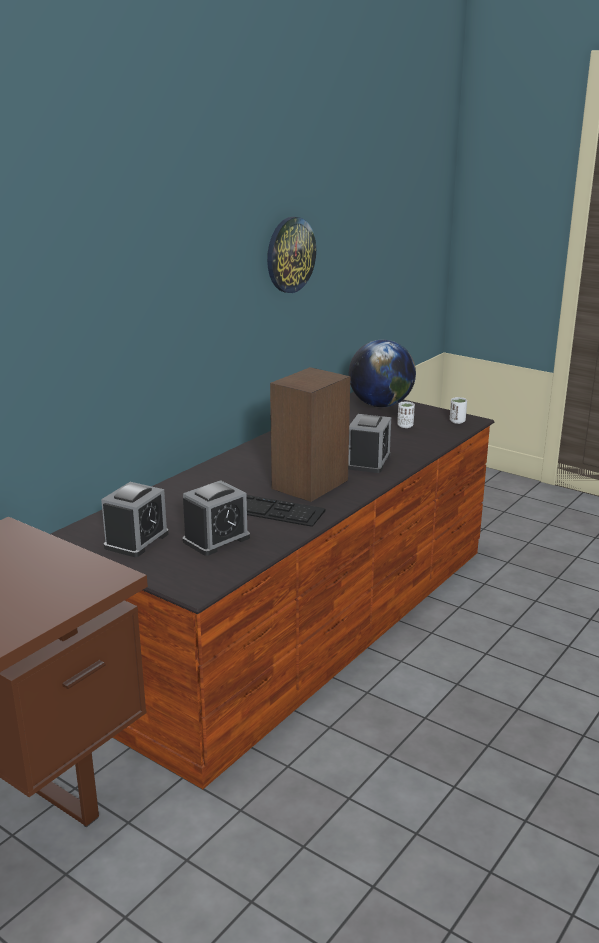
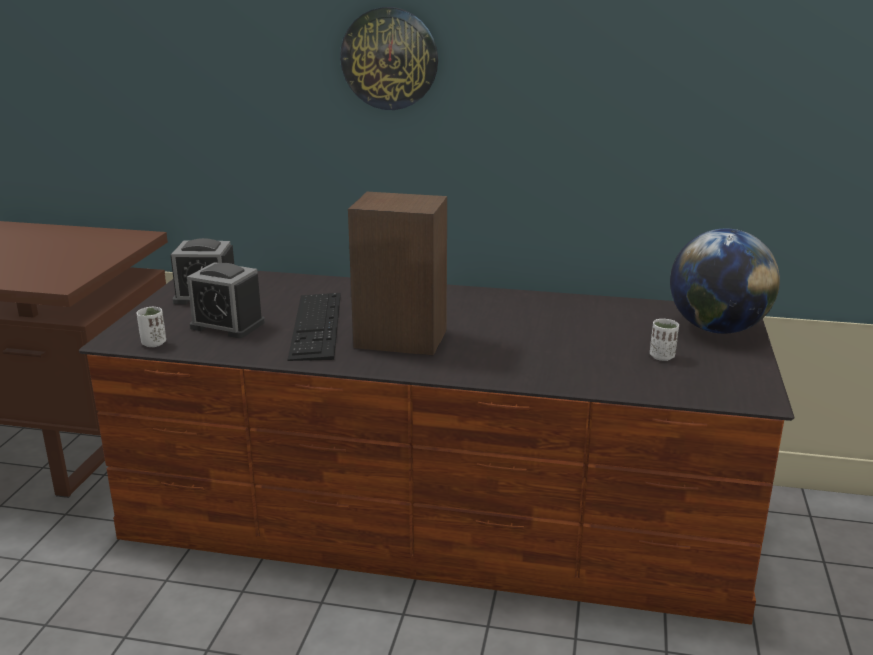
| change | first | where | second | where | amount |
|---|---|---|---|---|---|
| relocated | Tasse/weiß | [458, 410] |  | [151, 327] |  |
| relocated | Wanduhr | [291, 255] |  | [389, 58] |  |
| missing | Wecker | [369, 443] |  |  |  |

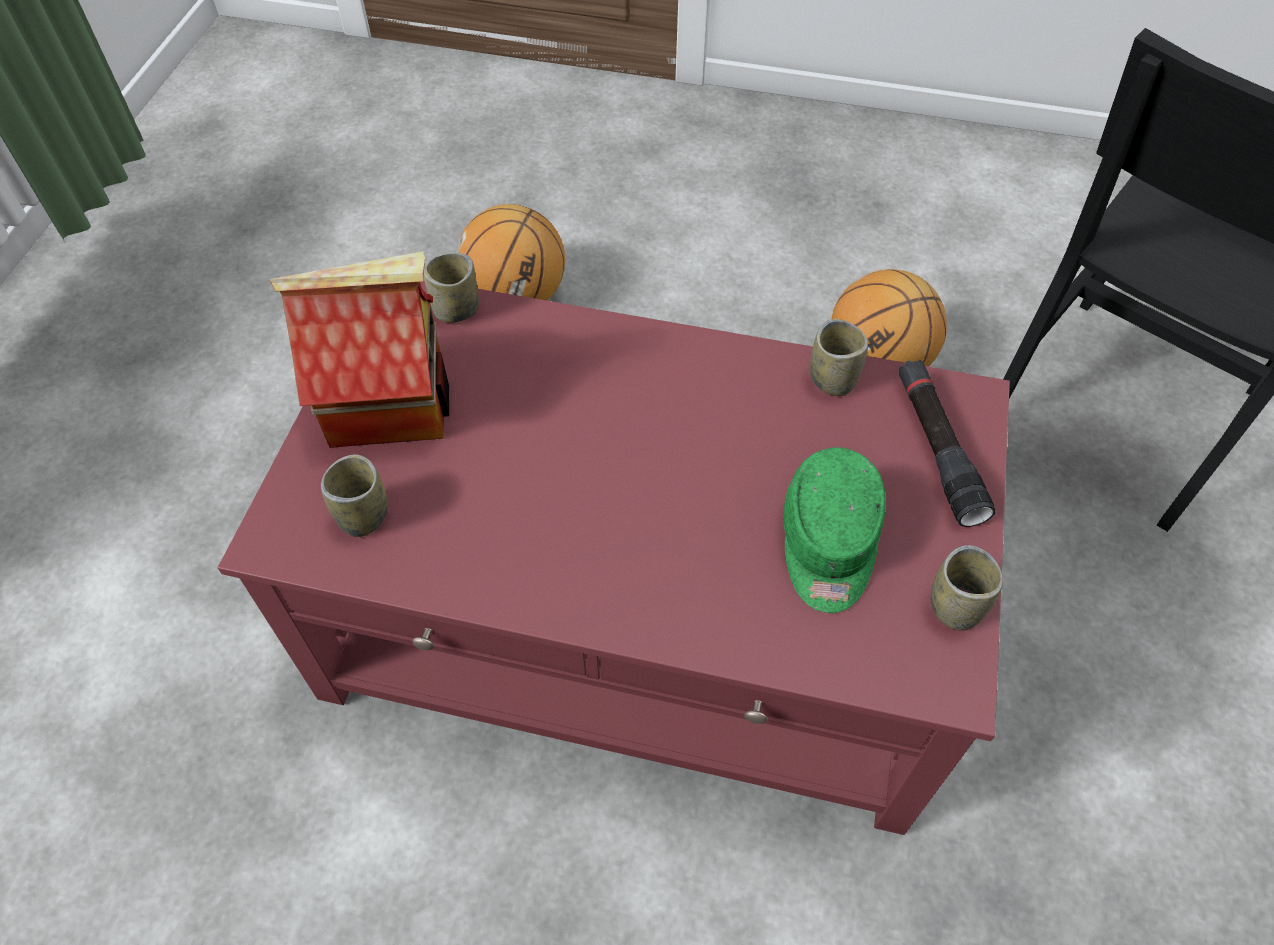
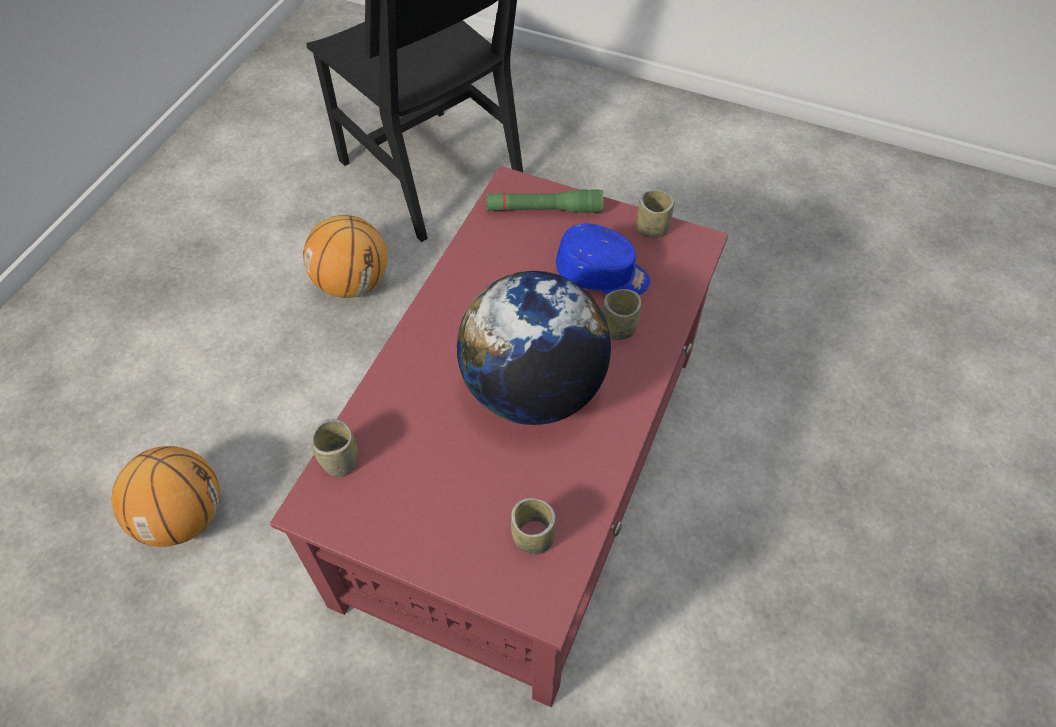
| change | first | where | second | where | amount |
|---|---|---|---|---|---|
| appeared |  |  | Globus | [534, 348] |  |
| colour | Taschenlampe/schwarz | [947, 443] | Taschenlampe/grün | [544, 201] |  |
| colour | Kappe/grün | [834, 530] | Kappe/blau | [603, 259] |  |
| relocated | Tasse | [839, 357] |  | [622, 314] |  |
| missing | Spielzeughaus | [359, 349] |  |  |  |

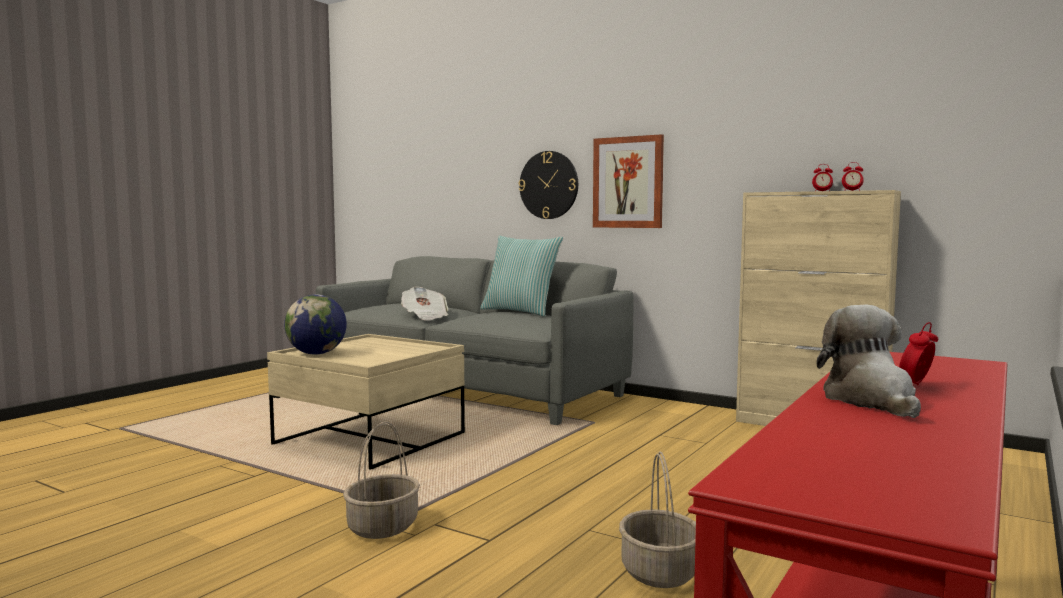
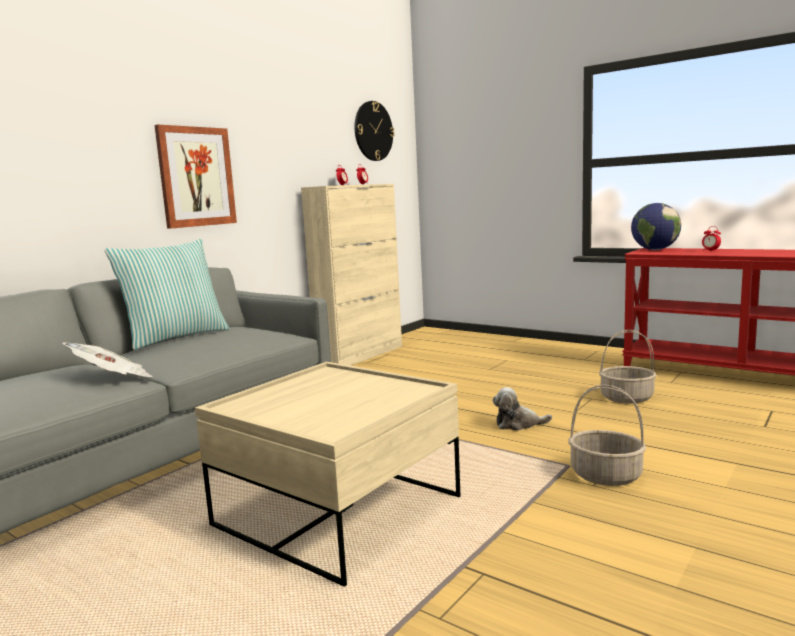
| change | first | where | second | where | amount |
|---|---|---|---|---|---|
| relocated | Wanduhr | [548, 185] |  | [374, 131] |  |
| relocated | Plüschtier | [869, 361] |  | [522, 409] |  |
| relocated | Globus | [315, 324] |  | [656, 226] |  |

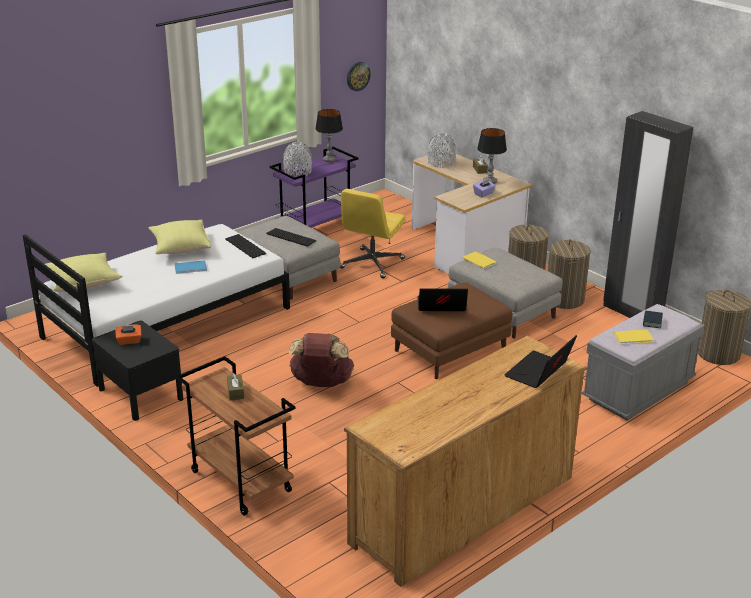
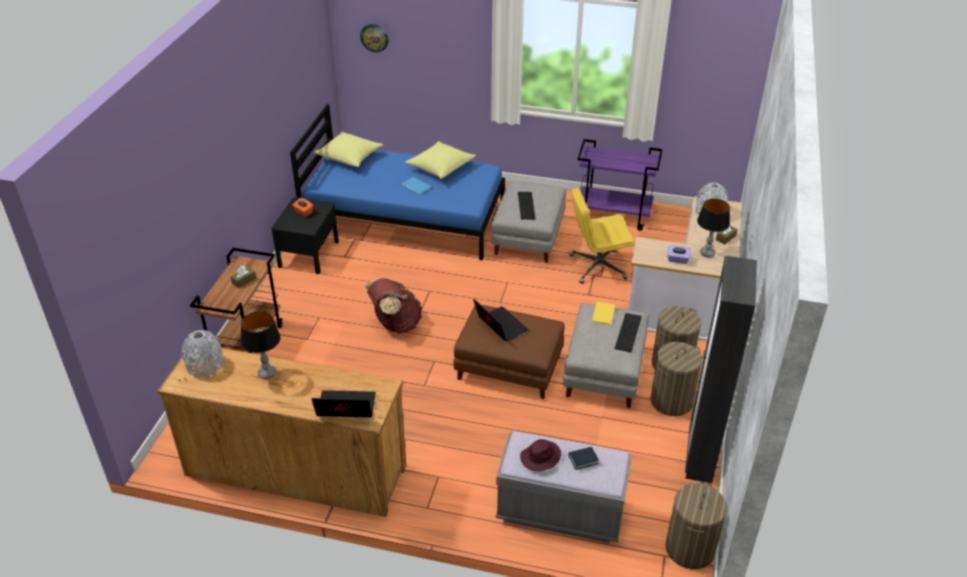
| change | first | where | second | where | amount |
|---|---|---|---|---|---|
| relocated | Vase/grau | [297, 159] |  | [202, 354] |  |
| relocated | Tischlampe | [329, 135] |  | [260, 345] |  |
| colour | Bett/weiß | [156, 305] | Bett/blau | [397, 182] |  |
| relocated | Wanduhr | [359, 76] |  | [374, 38] |  |
| exchanged | Buch/gelb | [633, 336] | Hut/lila | [540, 455] |  |
| relocated | Tastatur | [245, 246] |  | [628, 332] |  |

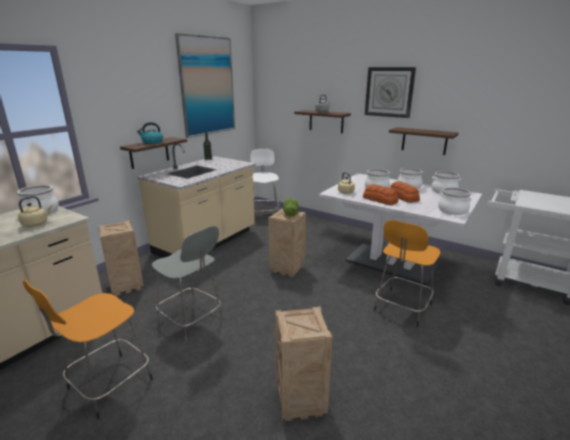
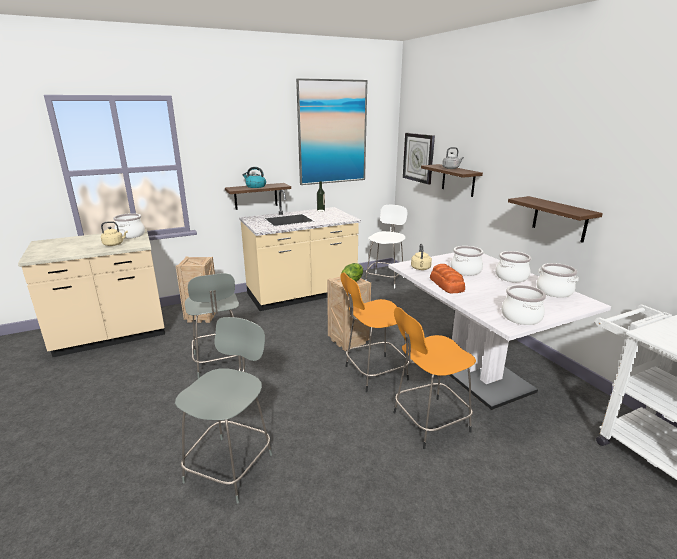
| change | first | where | second | where | amount |
|---|---|---|---|---|---|
| exchanged | Kiste | [303, 363] | Stuhl/grau | [223, 410] |  |
| relocated | Hocker/orange | [88, 349] |  | [375, 332] |  |
| relocated | Wanduhr | [390, 92] |  | [419, 159] |  |
| missing | Brot | [405, 192] |  |  |  |

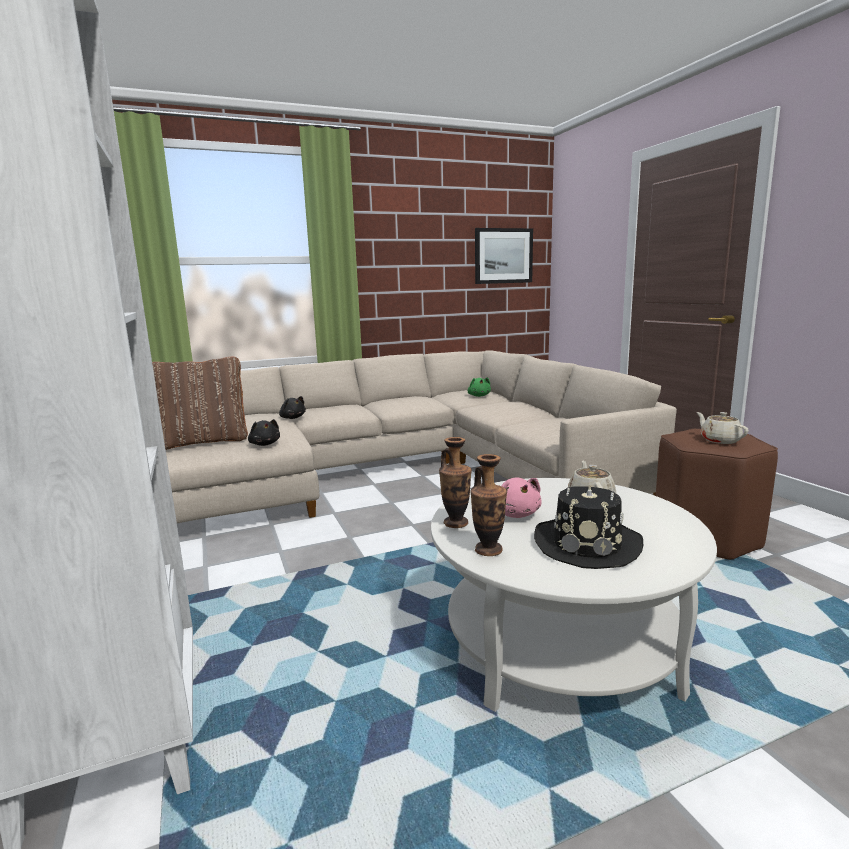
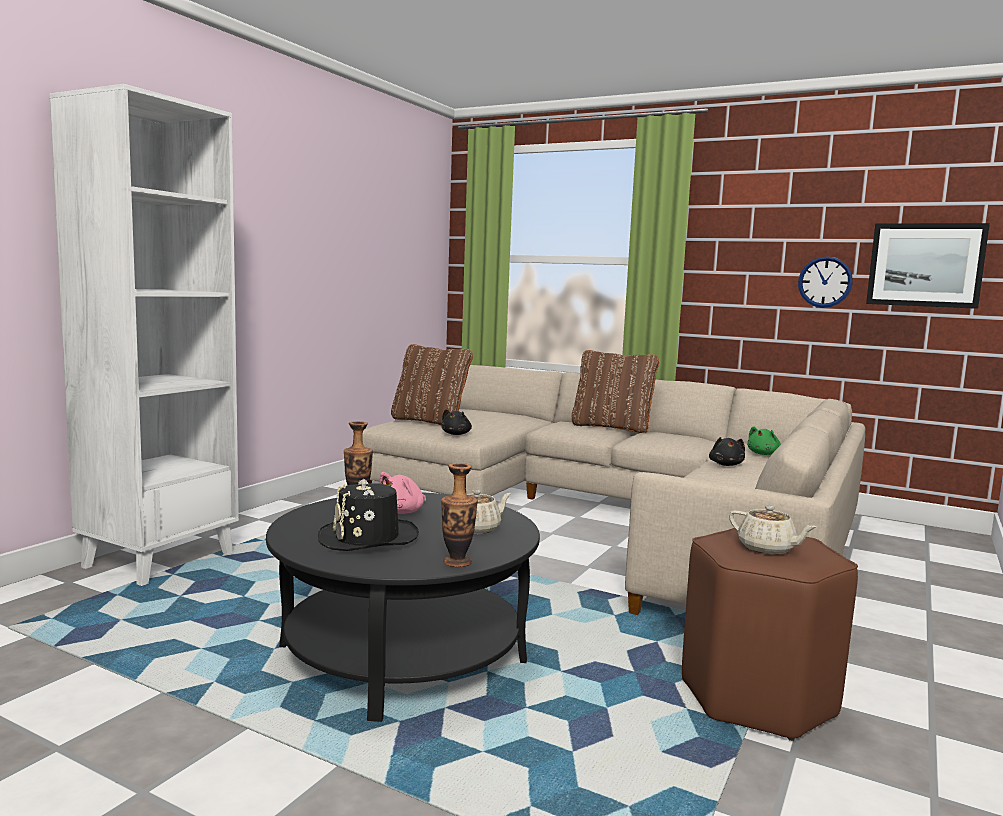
| change | first | where | second | where | amount |
|---|---|---|---|---|---|
| colour | Couchtisch/weiß | [574, 595] | Couchtisch/schwarz | [403, 607] |  |
| relocated | Vase | [488, 505] |  | [459, 515] |  |
| appeared |  |  | Kissen/braun | [615, 391] |  |
| relocated | Plüschtier/schwarz | [292, 407] |  | [727, 451] |  |
| spun | Teekanne/beige | [723, 428] |  | [773, 530] | 105 degrees clockwise |
| appeared |  |  | Wanduhr | [825, 282] |  |

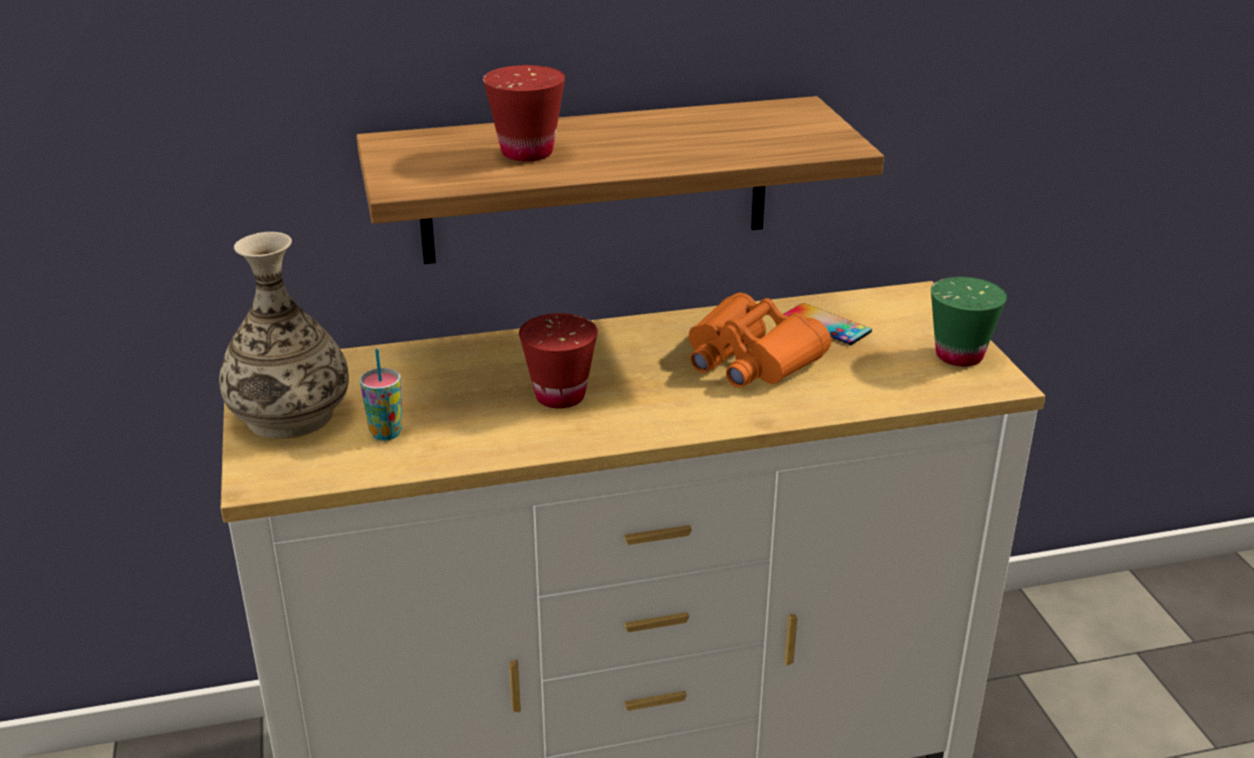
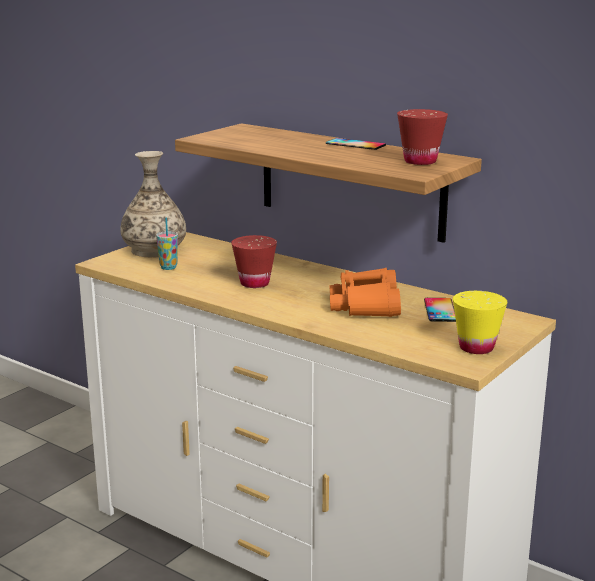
| change | first | where | second | where | amount |
|---|---|---|---|---|---|
| appeared |  |  | Handy | [356, 144] |  |
| relocated | Tasse/rot | [524, 113] |  | [422, 137] |  |
| colour | Tasse/grün | [969, 321] | Tasse/gelb | [480, 322] |  |

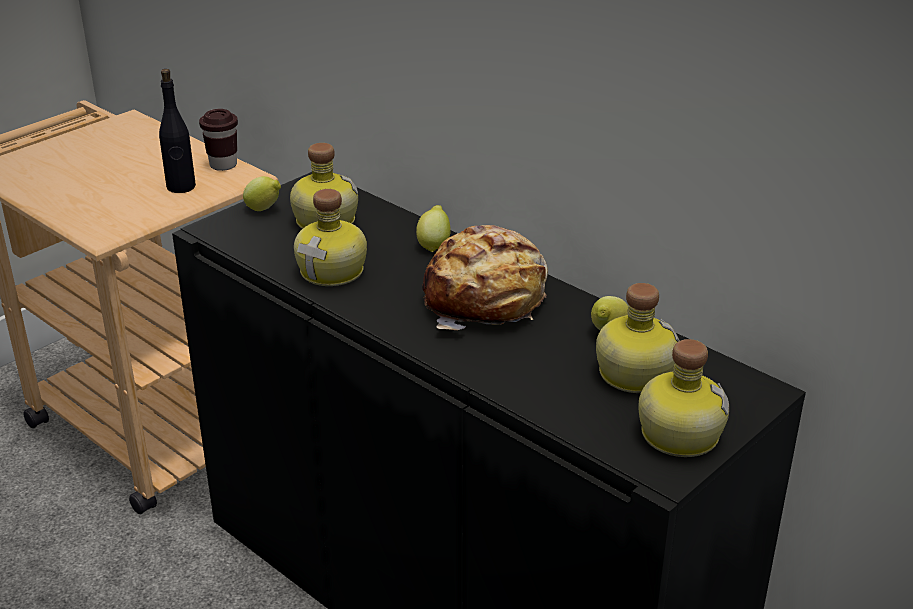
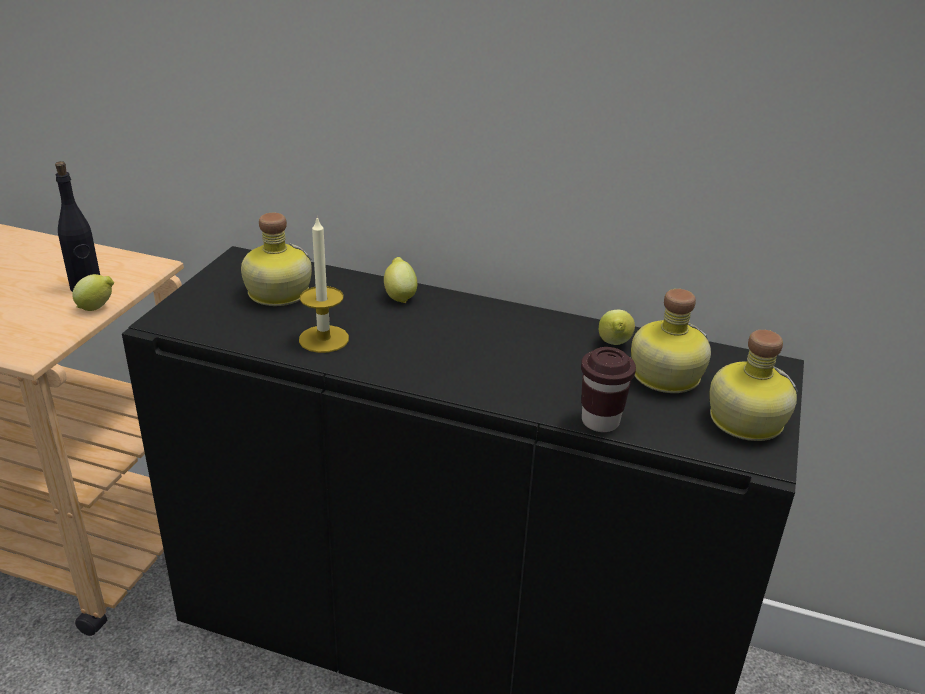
| change | first | where | second | where | amount |
|---|---|---|---|---|---|
| relocated | Zitrone | [262, 193] |  | [93, 292] |  |
| exchanged | Flasche | [330, 237] | Kerze | [324, 284] |  |
| relocated | Tasse/braun | [218, 140] |  | [608, 389] |  |
| missing | Brot | [485, 277] |  |  |  |

